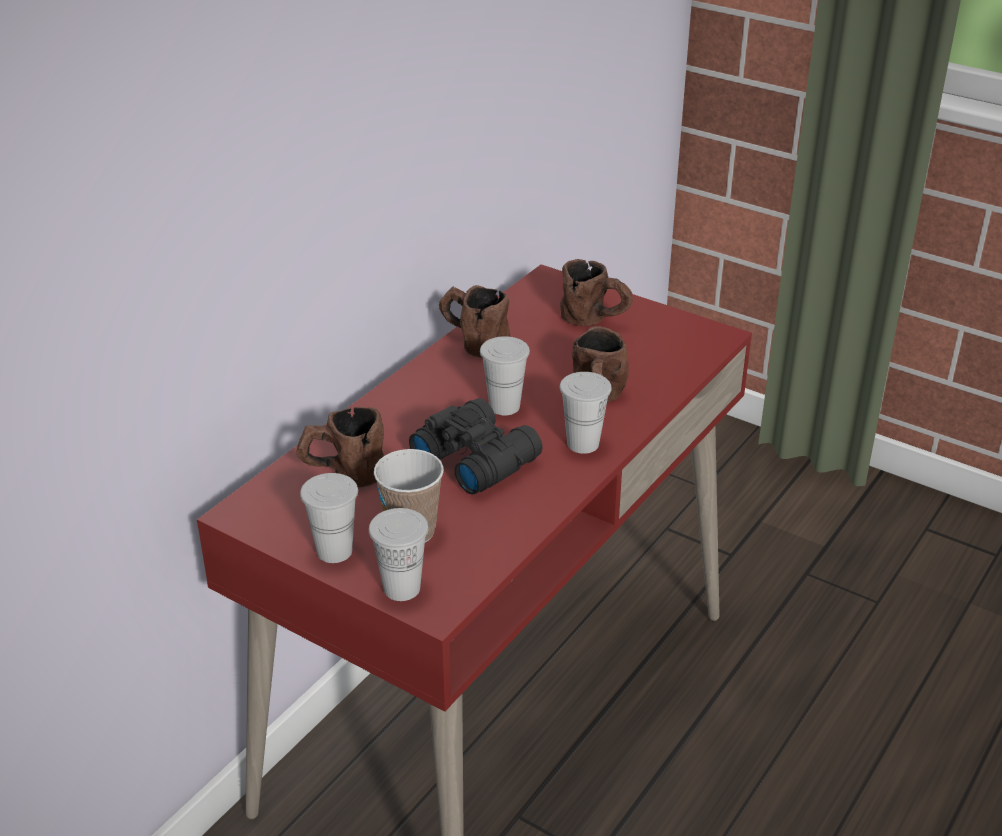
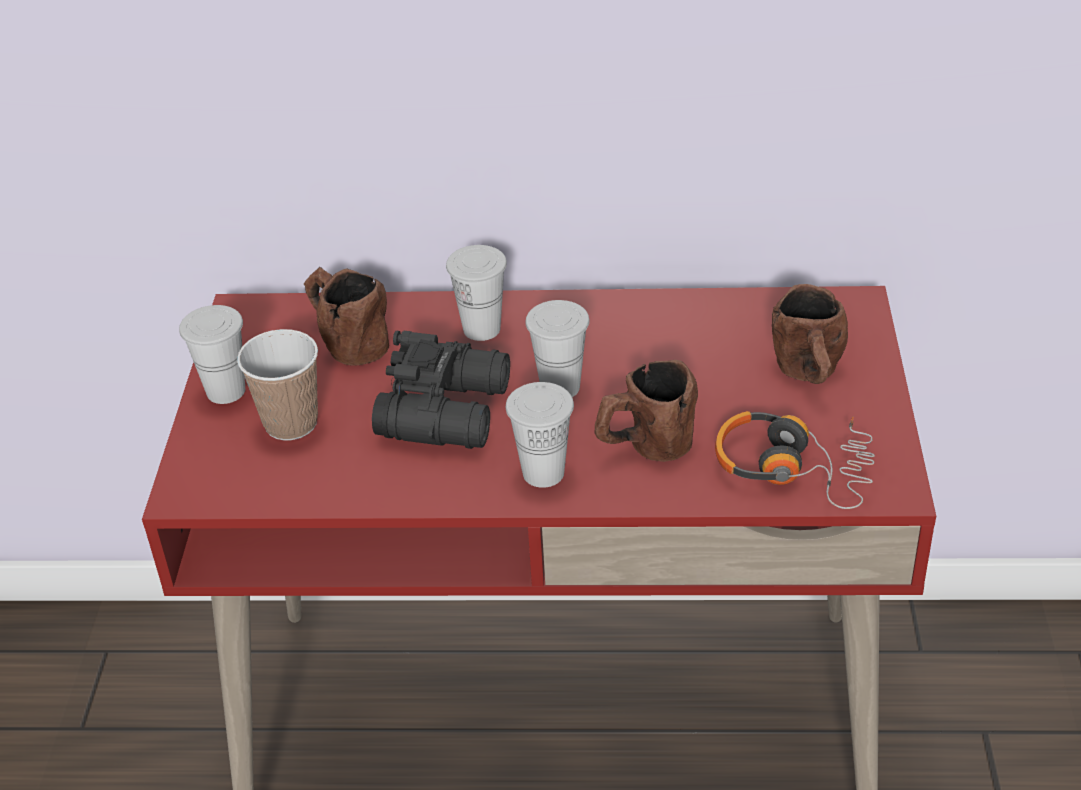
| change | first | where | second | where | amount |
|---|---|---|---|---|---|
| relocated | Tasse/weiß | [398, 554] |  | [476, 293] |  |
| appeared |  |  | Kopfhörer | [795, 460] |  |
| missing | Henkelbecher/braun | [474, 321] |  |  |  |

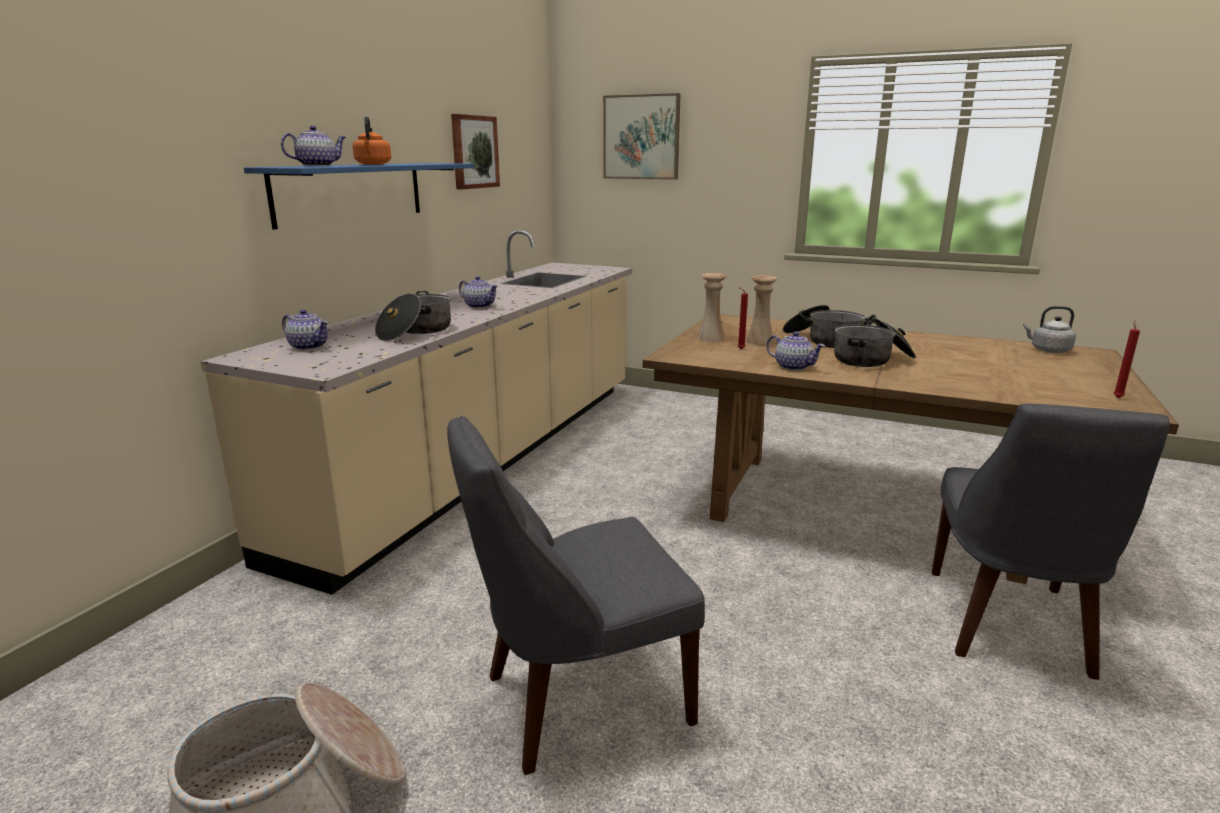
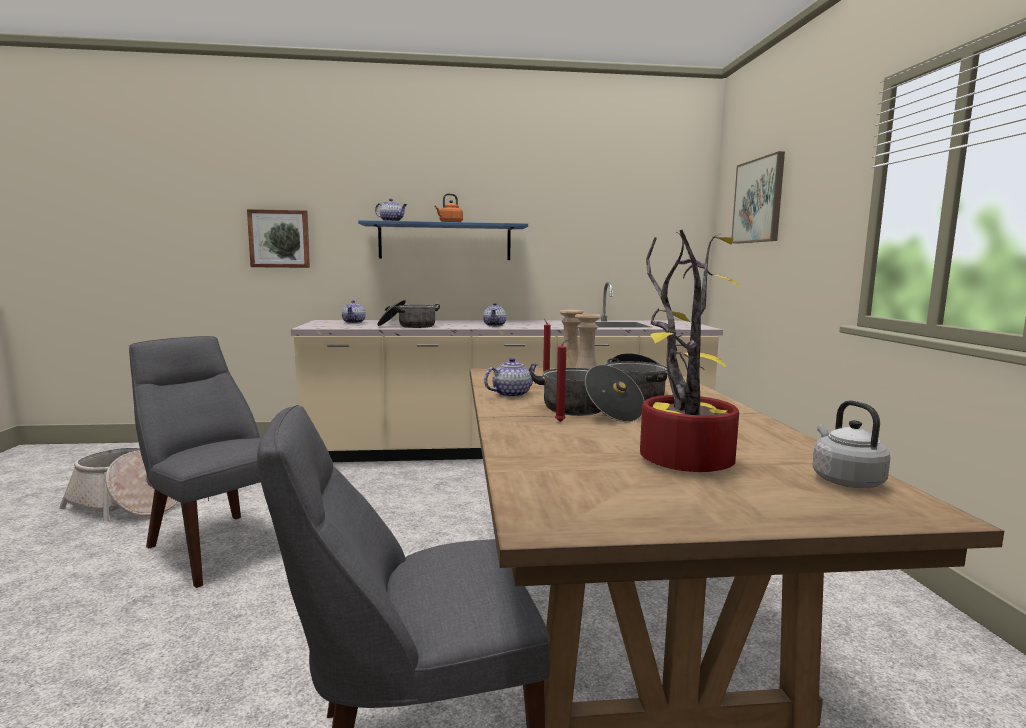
| change | first | where | second | where | amount |
|---|---|---|---|---|---|
| relocated | Bild | [475, 151] |  | [278, 238] |  |
| spun | Teekanne | [795, 351] |  | [511, 377] | 135 degrees counterclockwise |
| relocated | Kerze/rot | [1126, 359] |  | [563, 380] |  |
| appeared |  |  | Topfpflanze | [690, 351] |  |

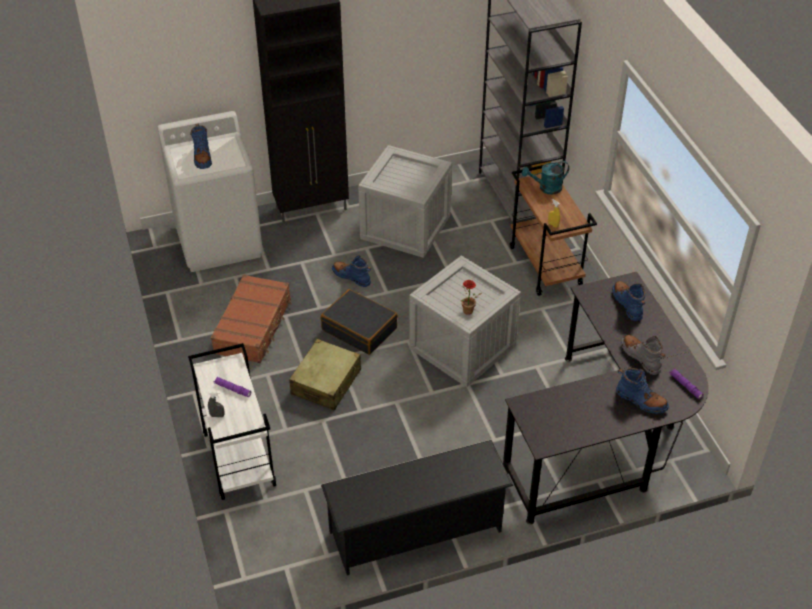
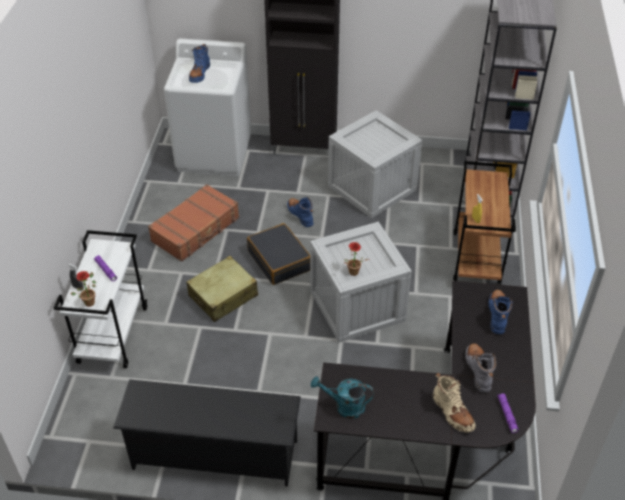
| change | first | where | second | where | amount |
|---|---|---|---|---|---|
| appeared |  |  | Topfpflanze | [83, 289] |  |
| relocated | Gießkanne/türkis | [545, 178] |  | [342, 397] |  |
| colour | Stiefel/blau | [642, 391] | Stiefel/beige | [454, 402] |  |

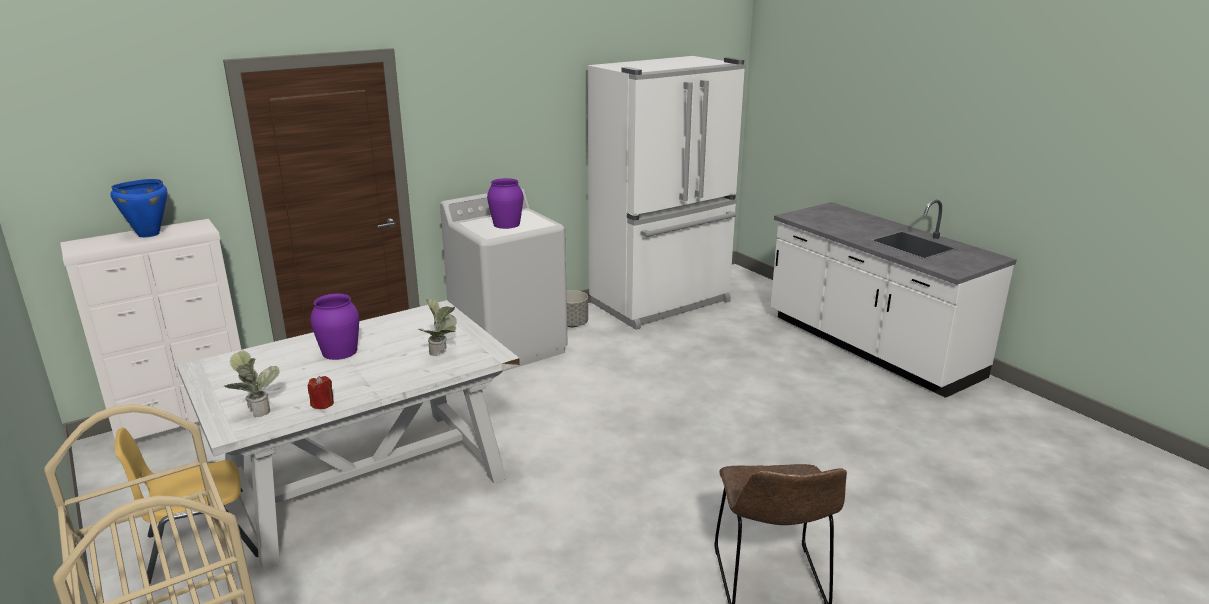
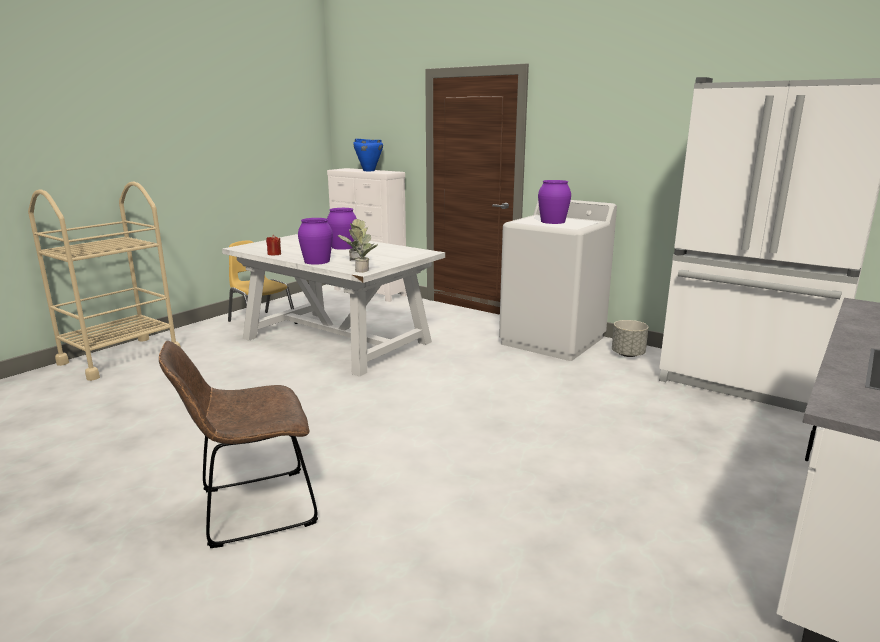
| change | first | where | second | where | amount |
|---|---|---|---|---|---|
| appeared |  |  | Vase/lila | [315, 241] |  |
| relocated | Topfpflanze | [252, 383] |  | [362, 250] |  |

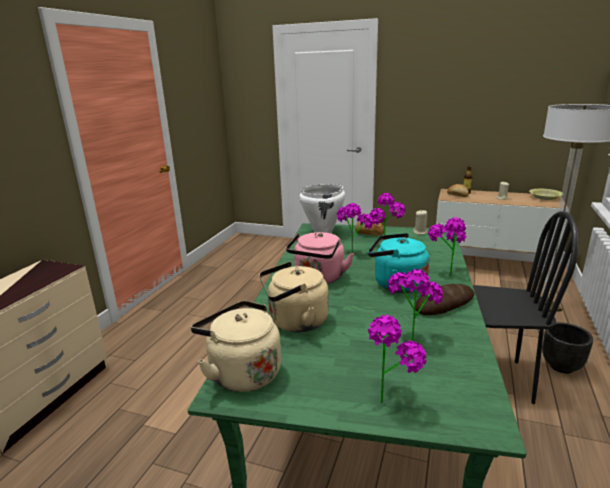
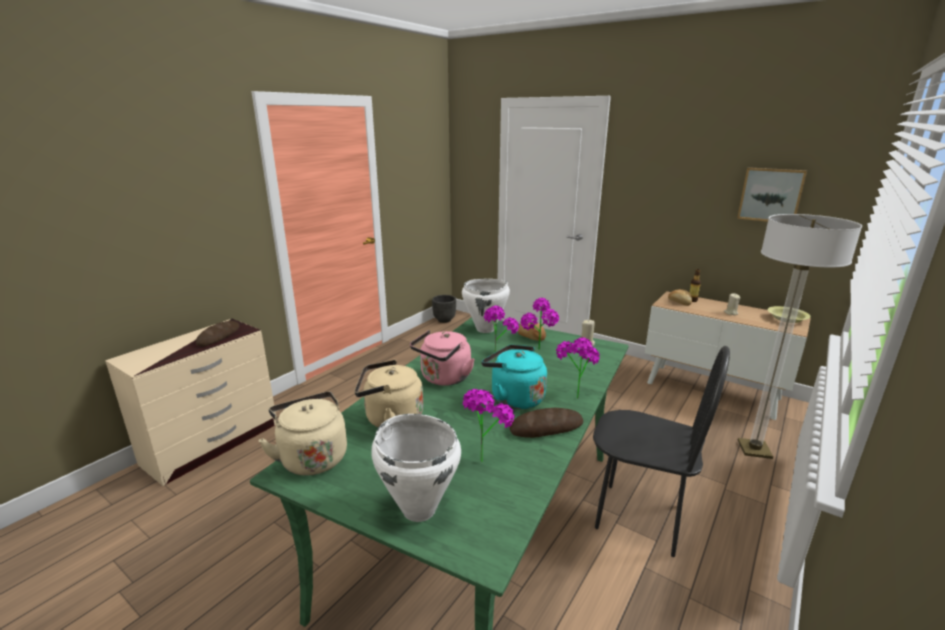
| change | first | where | second | where | amount |
|---|---|---|---|---|---|
| appeared |  |  | Brot | [217, 333] |  |
| exchanged | Topfpflanze | [397, 359] | Kochtopf/weiß | [416, 468] |  |
| relocated | Pflanzkübel/schwarz | [567, 347] |  | [444, 309] |  |
| appeared |  |  | Bild | [772, 194] |  |

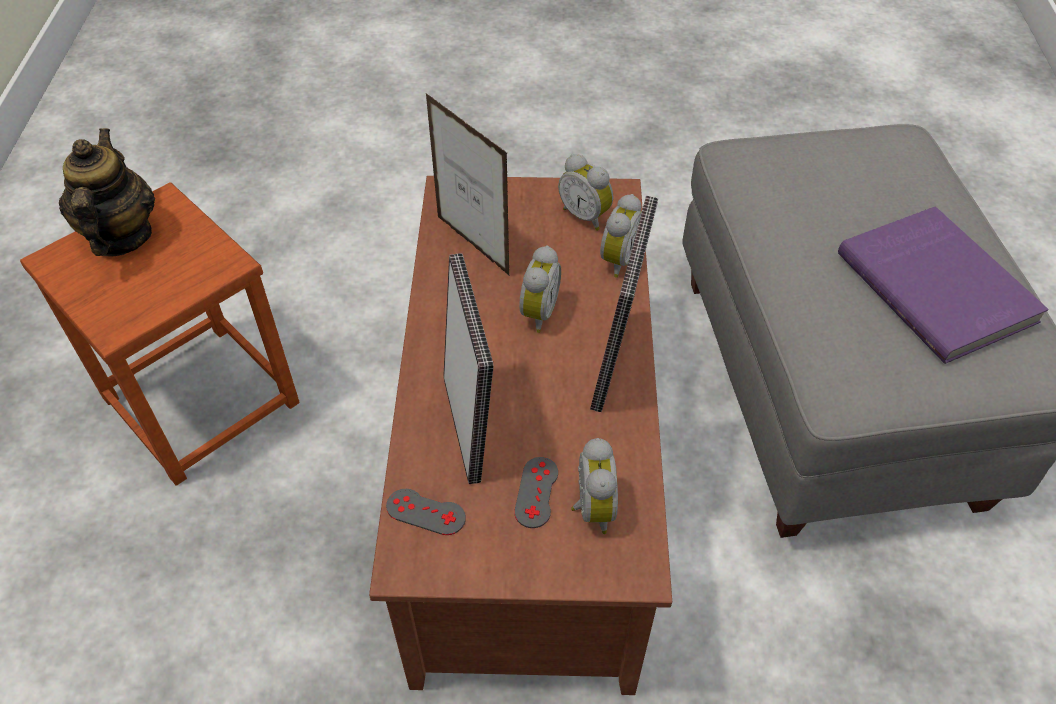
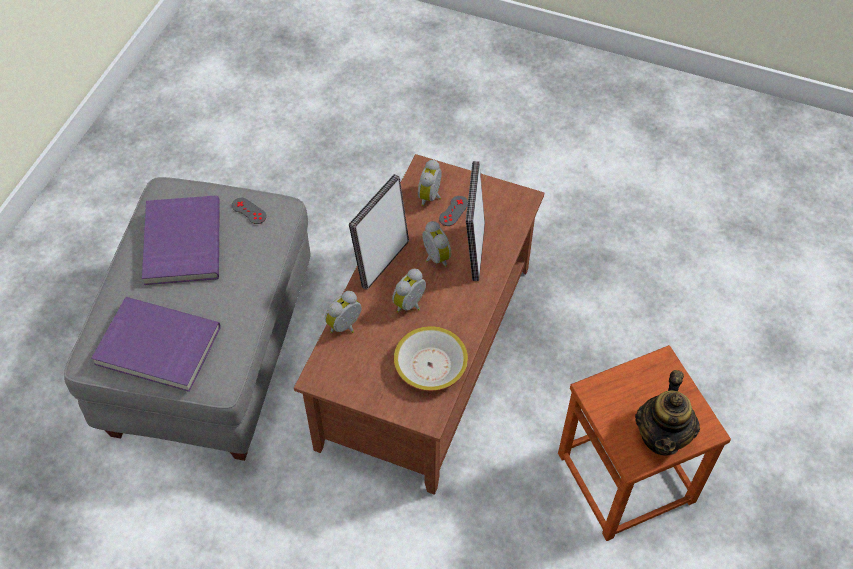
| change | first | where | second | where | amount |
|---|---|---|---|---|---|
| appeared |  |  | Buch/lila | [155, 344] |  |
| relocated | Gamepad/grau | [426, 512] |  | [249, 211] |  |
| exchanged | Bilderrahmen | [468, 184] | Schüssel | [431, 358] |  |
| relocated | Wecker | [585, 192] |  | [436, 244] |  |

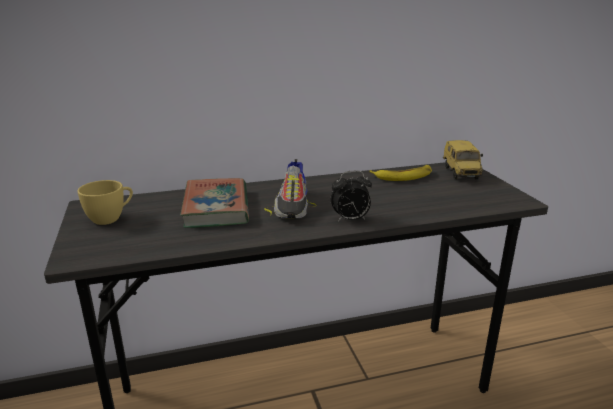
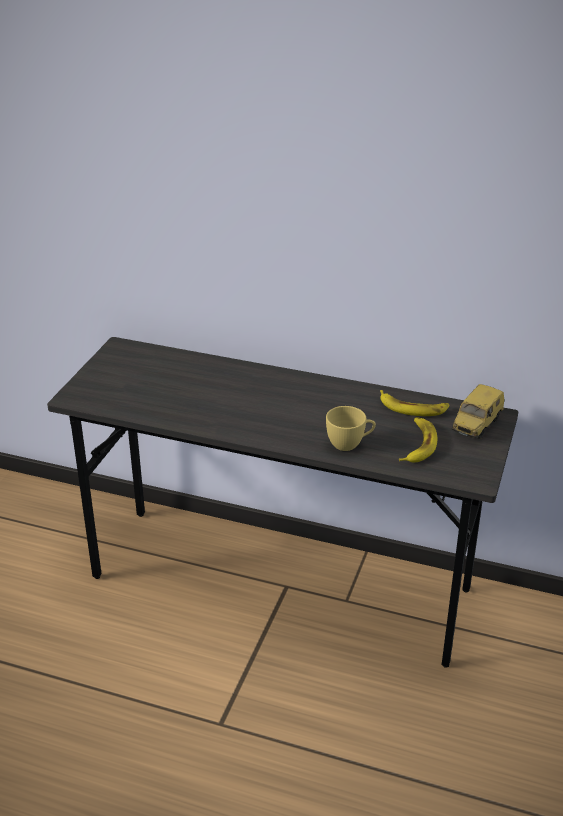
| change | first | where | second | where | amount |
|---|---|---|---|---|---|
| relocated | Tasse/gelb | [105, 202] |  | [351, 428] |  |
| appeared |  |  | Banane | [418, 440] |  |
| missing | Buch | [214, 203] |  |  |  |
| missing | Schuh | [290, 188] |  |  |  |
| missing | Wecker | [351, 196] |  |  |  |

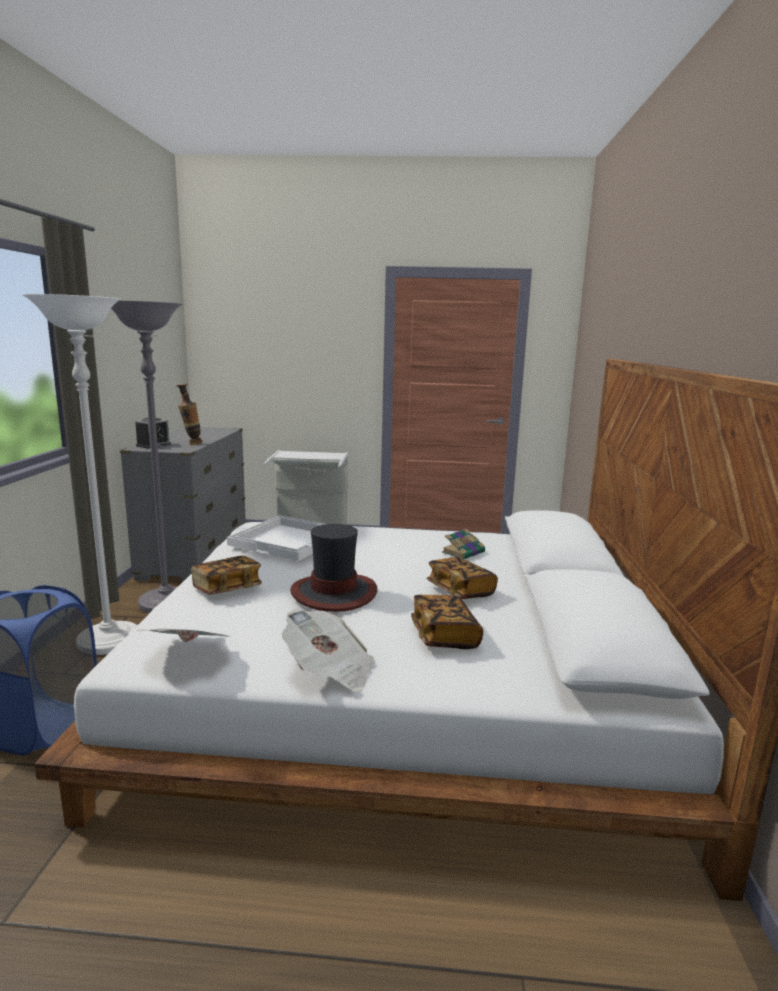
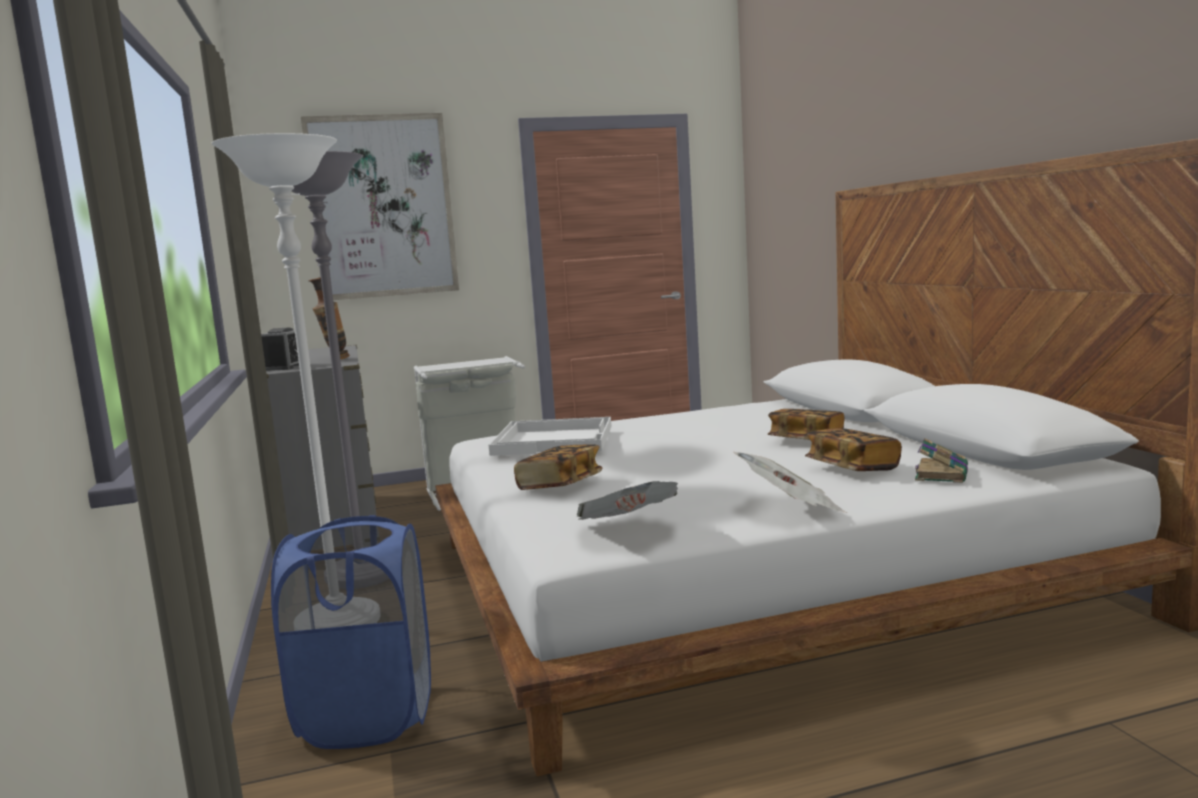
| change | first | where | second | where | amount |
|---|---|---|---|---|---|
| appeared |  |  | Bild | [380, 206] |  |
| relocated | Buch | [463, 544] |  | [941, 460] |  |
| missing | Hut | [333, 568] |  |  |  |

